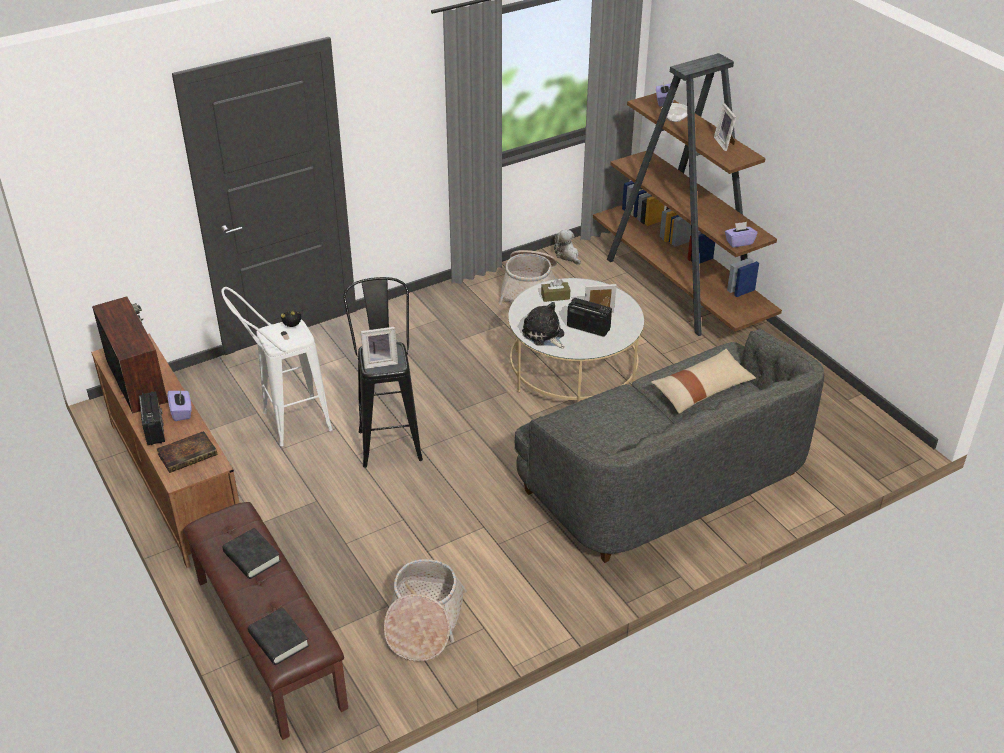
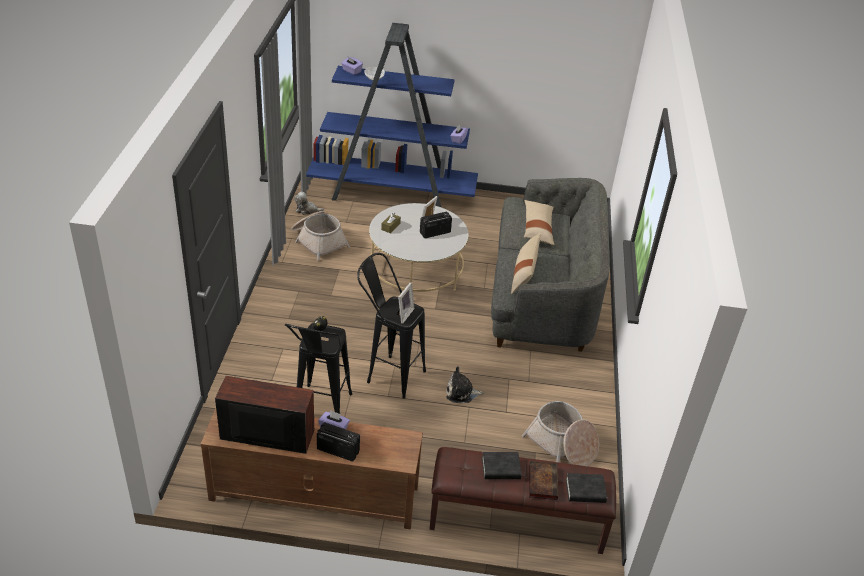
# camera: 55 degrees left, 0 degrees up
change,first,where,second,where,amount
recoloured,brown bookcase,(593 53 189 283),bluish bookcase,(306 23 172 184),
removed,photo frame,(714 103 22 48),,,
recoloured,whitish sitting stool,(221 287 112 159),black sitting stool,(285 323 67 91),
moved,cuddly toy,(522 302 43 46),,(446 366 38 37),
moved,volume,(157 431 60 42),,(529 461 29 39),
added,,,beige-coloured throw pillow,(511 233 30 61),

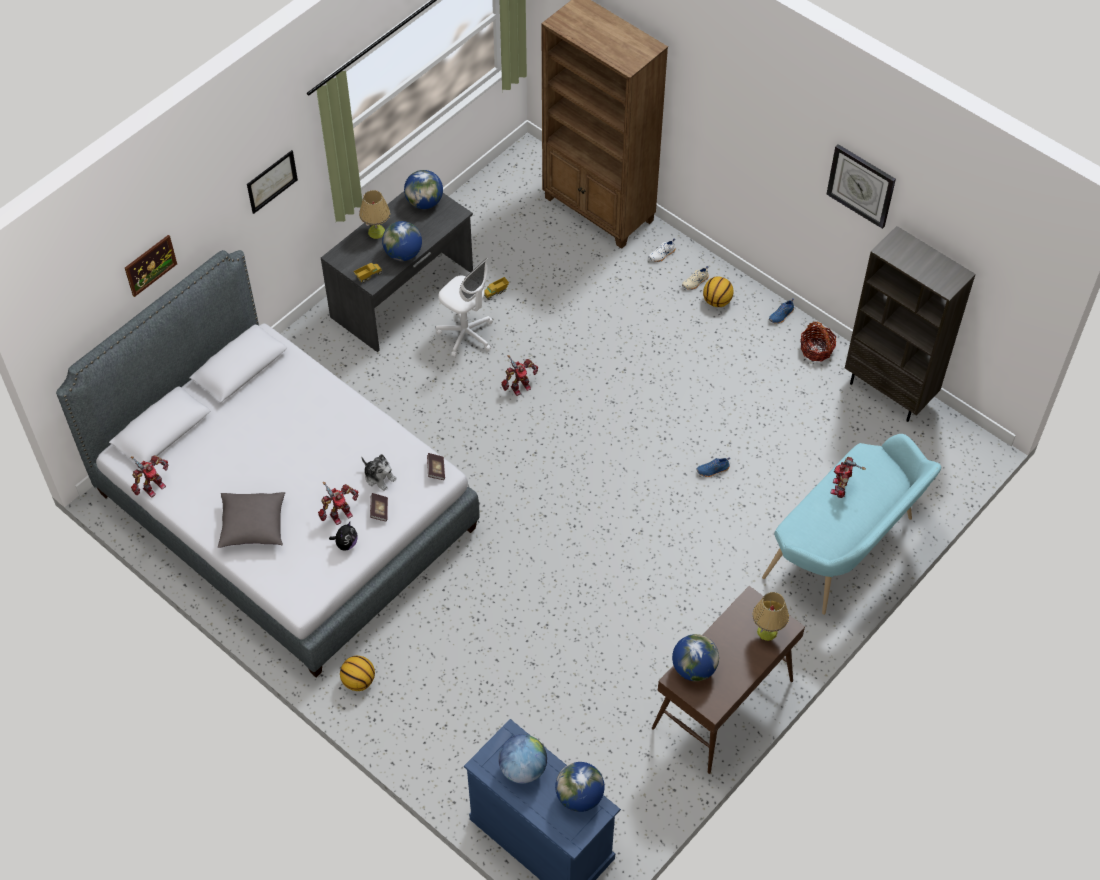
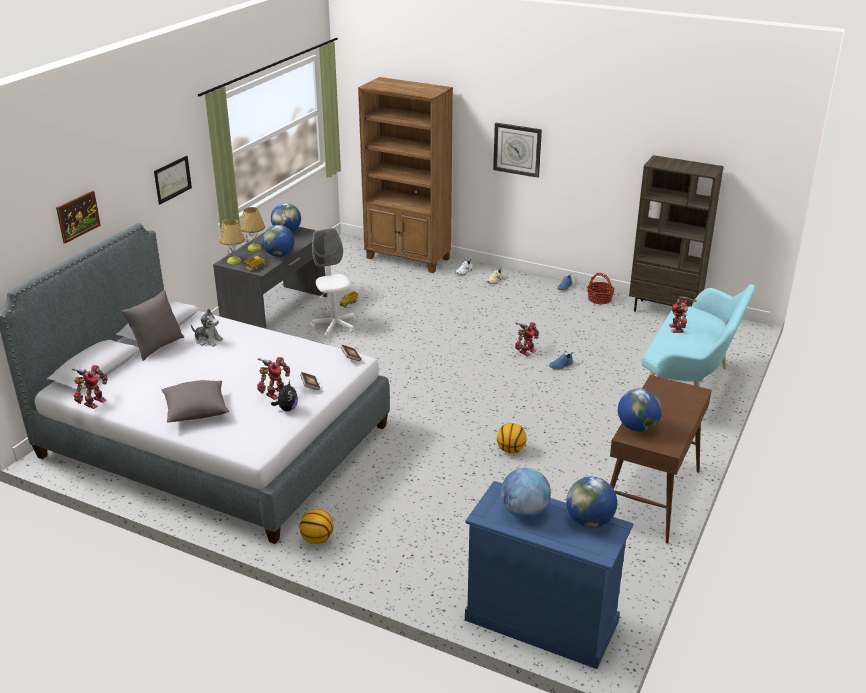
# camera: 15 degrees left, 25 degrees down
change,first,where,second,where,amount
moved,clock on the wall,(826 144 70 85),,(493 123 49 55),
turned,whitish office chair,(436 258 57 99),,(310 228 46 110),135 degrees counterclockwise
moved,ball for basketball,(703 276 31 31),,(497 423 30 30),
moved,robot figure,(501 355 37 41),,(515 322 24 34),
moved,cuddly toy,(362 454 35 37),,(191 309 32 38),
moved,tabletop lamp,(753 592 36 49),,(219 219 26 45),
added,,,greyish throw pillow,(121 290 63 71),

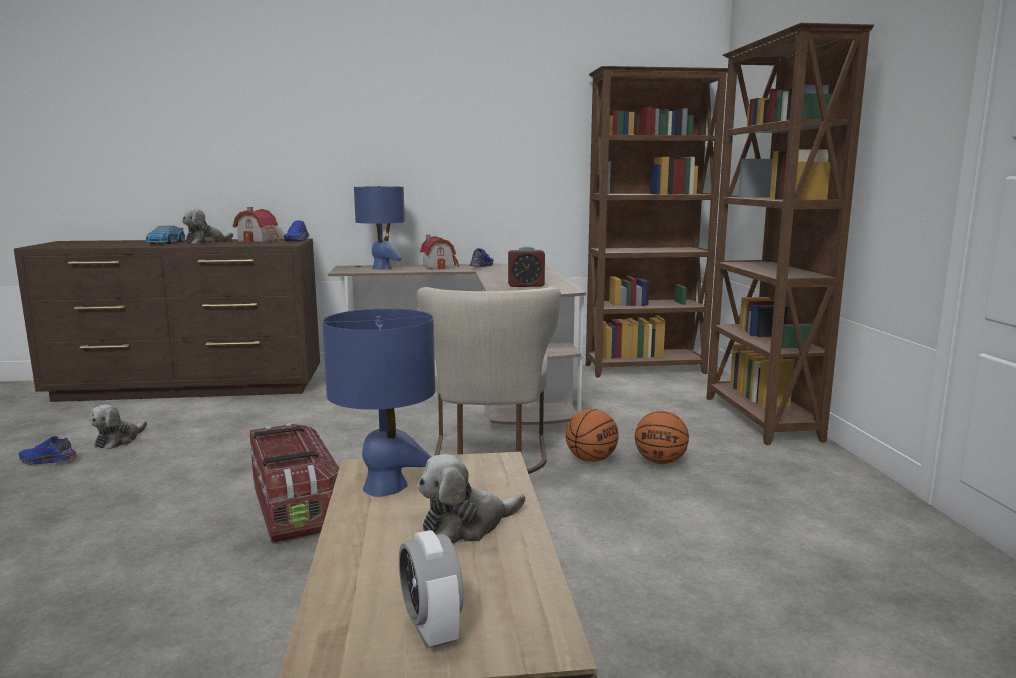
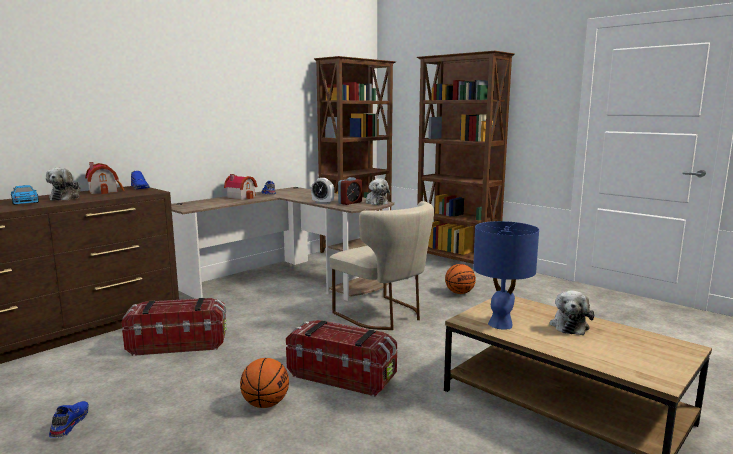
# camera: 40 degrees left, 0 degrees up
change,first,where,second,where,amount
removed,bluish tabletop lamp,(354 186 51 83),,,
moved,cuddly toy,(90 404 57 45),,(366 178 24 27),
moved,ball for basketball,(566 409 53 53),,(240 358 49 50),
turned,bluish item of footwear,(19 436 58 29),,(49 401 40 37),120 degrees clockwise
moved,bedside clock,(399 530 65 119),,(311 178 23 26),
added,,,storage container,(121 298 106 58),

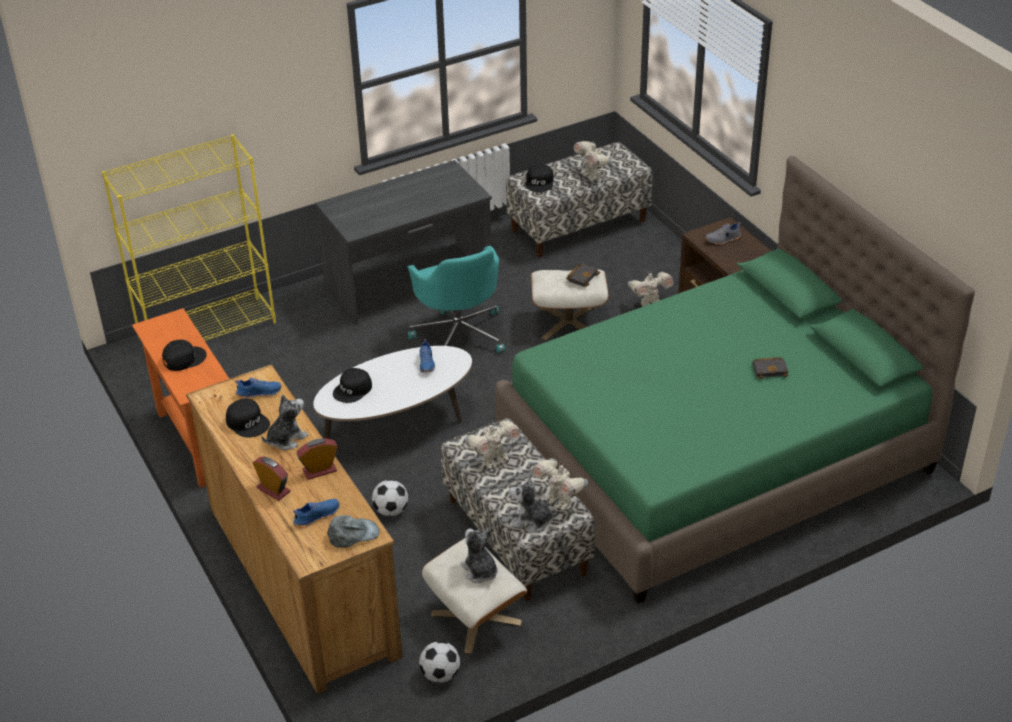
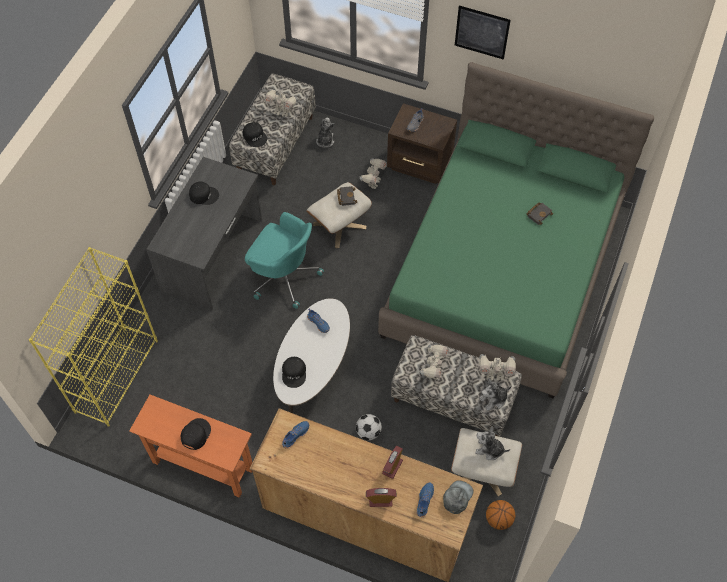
# camera: 40 degrees left, 20 degrees up
change,first,where,second,where,amount
moved,cuddly toy,(262 395 46 55),,(316 118 18 30),
moved,black cap,(226 399 44 38),,(189 182 30 23),
replaced,football ball,(419 641 41 42),ball for basketball,(486 500 29 30),
added,,,wall art,(455 6 56 54),

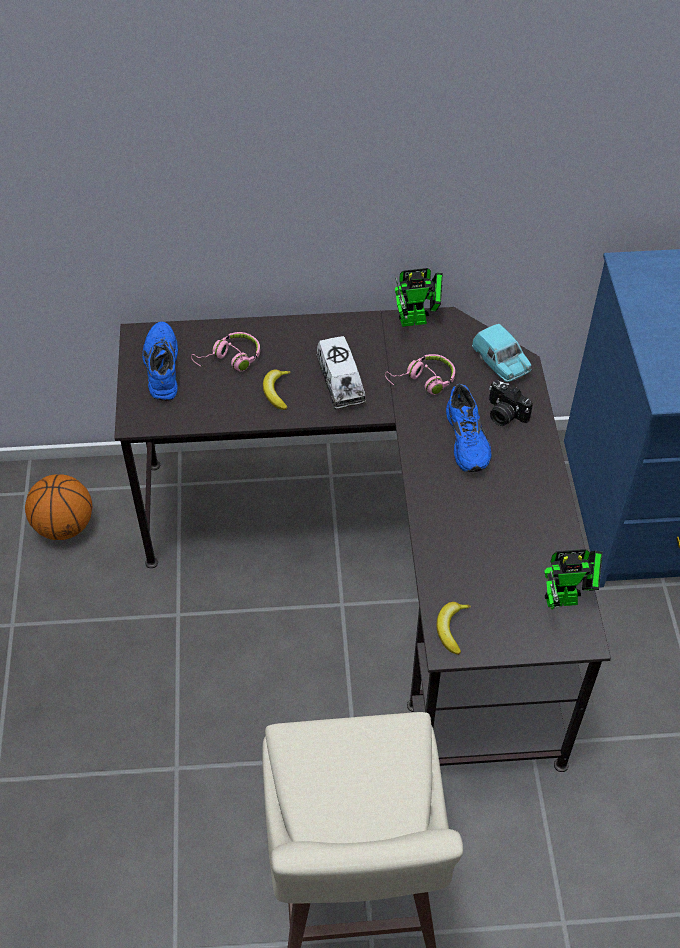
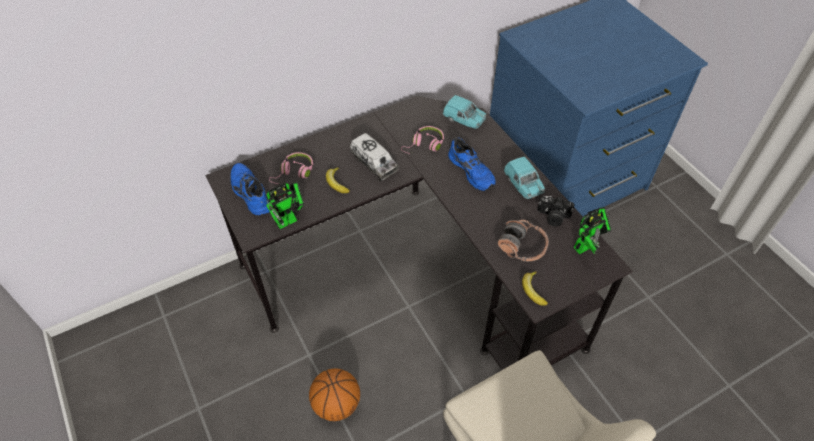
# camera: 25 degrees left, 0 degrees up
change,first,where,second,where,amount
moved,robot figure,(395 268 48 59),,(266 182 38 47),
moved,still camera,(489 380 44 46),,(537 196 38 30),
moved,ball for basketball,(25 474 67 66),,(309 368 51 53),
added,,,turquoise-coloured model car,(504 157 41 42),
added,,,headset,(497 220 52 41),

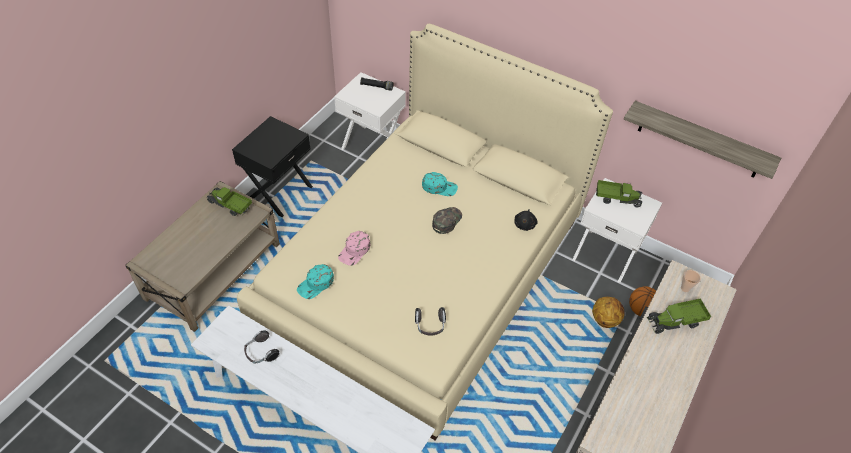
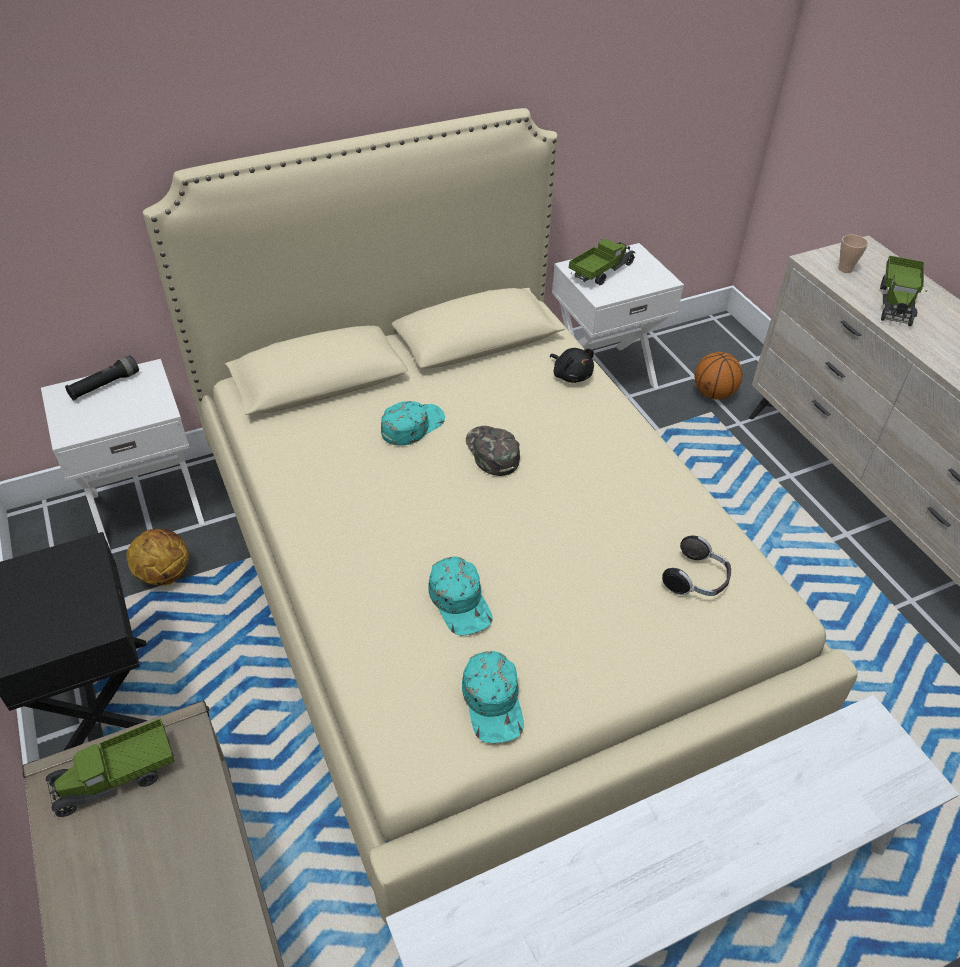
# camera: 55 degrees left, 5 degrees down
change,first,where,second,where,amount
removed,shelf,(624 101 157 78),,,
recoloured,pinkish cap,(338 231 32 35),turquoise-coloured cap,(428 556 65 80),
moved,ball for basketball,(592 297 33 31),,(126 529 63 57),
removed,headset,(244 330 35 33),,,

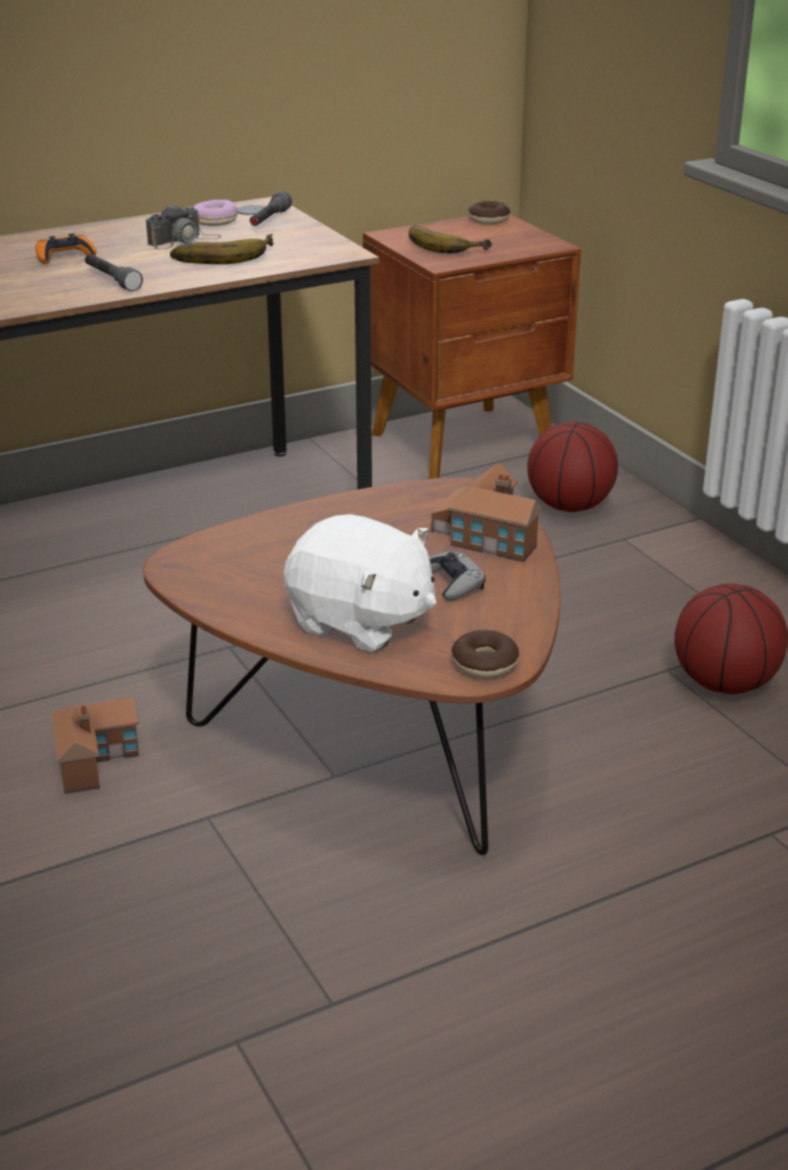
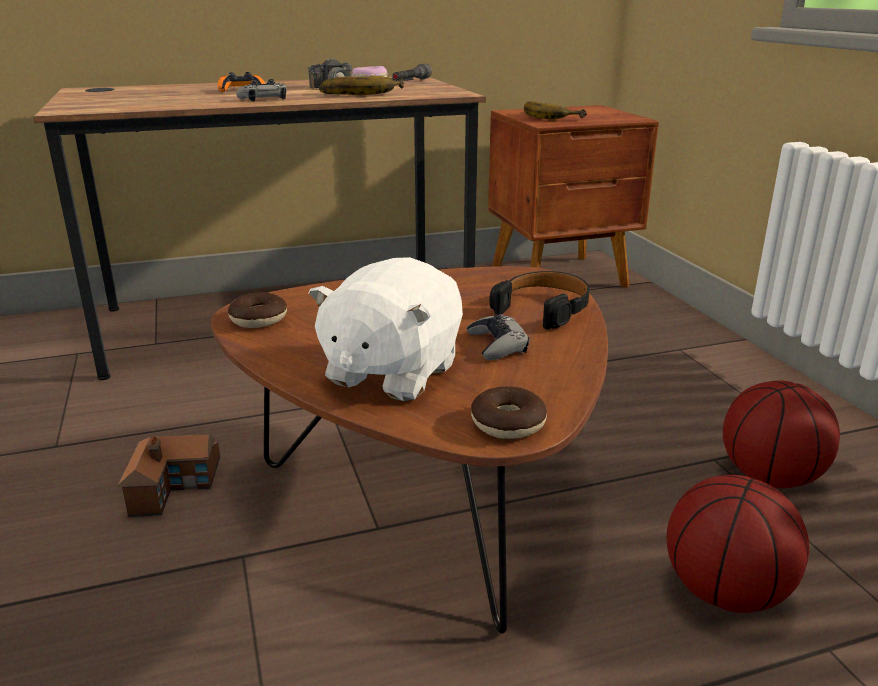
# camera: 10 degrees right, 5 degrees down
change,first,where,second,where,amount
moved,doughnut,(468 201 42 24),,(228 292 59 36),
replaced,greyish hand torch,(85 254 58 37),greyish gamepad,(236 79 51 23),
moved,ball for basketball,(527 421 91 91),,(667 475 142 138),
replaced,toy house,(431 462 111 100),black headset,(489 271 100 58),
turned,whitish cuddly toy,(284 514 152 138),,(309 257 154 144),75 degrees clockwise

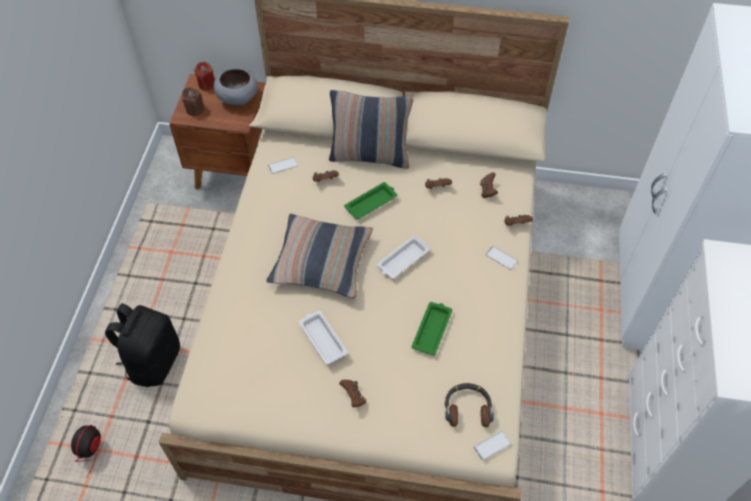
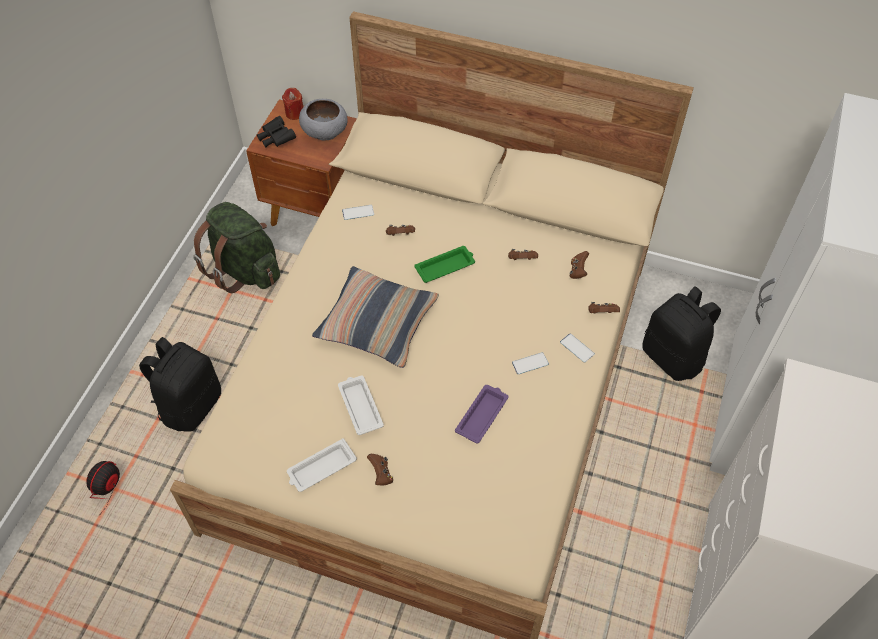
# camera: 10 degrees right, 0 degrees up
change,first,where,second,where,amount
replaced,brown wax light,(182 87 23 29),black binoculars,(257 116 39 31),
removed,throw pillow,(329 90 85 79),,,
moved,whitish carrying tray,(377 235 53 44),,(287 438 70 54),
recoloured,green-coloured carrying tray,(412 302 40 54),purple carrying tray,(455 385 53 59),
removed,headset,(445 383 49 44),,,
moved,handset,(474 431 37 29),,(512 352 37 22),
added,,,green-coloured knapsack,(193 202 87 91),
added,,,black knapsack,(642 287 79 94),

